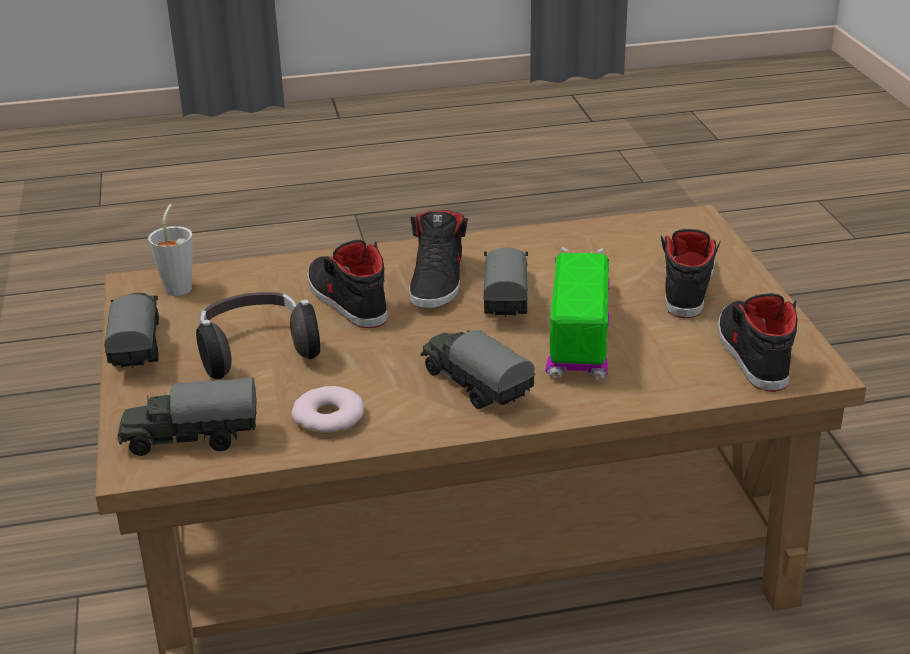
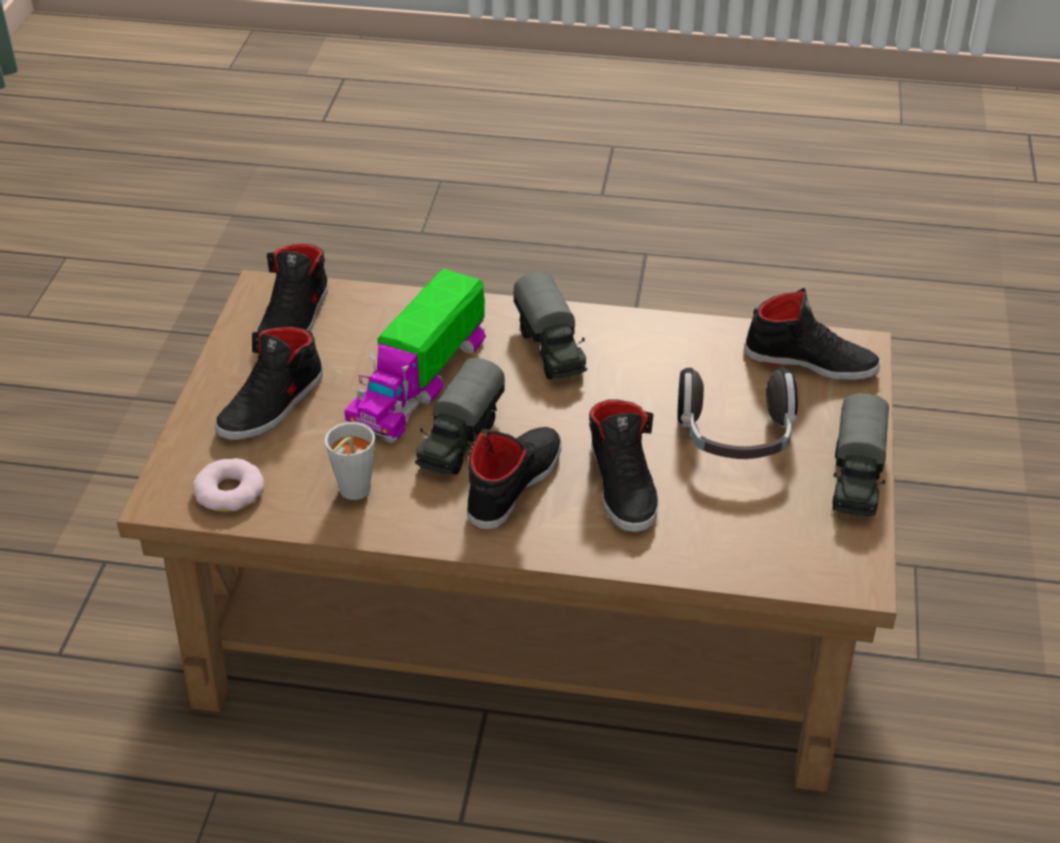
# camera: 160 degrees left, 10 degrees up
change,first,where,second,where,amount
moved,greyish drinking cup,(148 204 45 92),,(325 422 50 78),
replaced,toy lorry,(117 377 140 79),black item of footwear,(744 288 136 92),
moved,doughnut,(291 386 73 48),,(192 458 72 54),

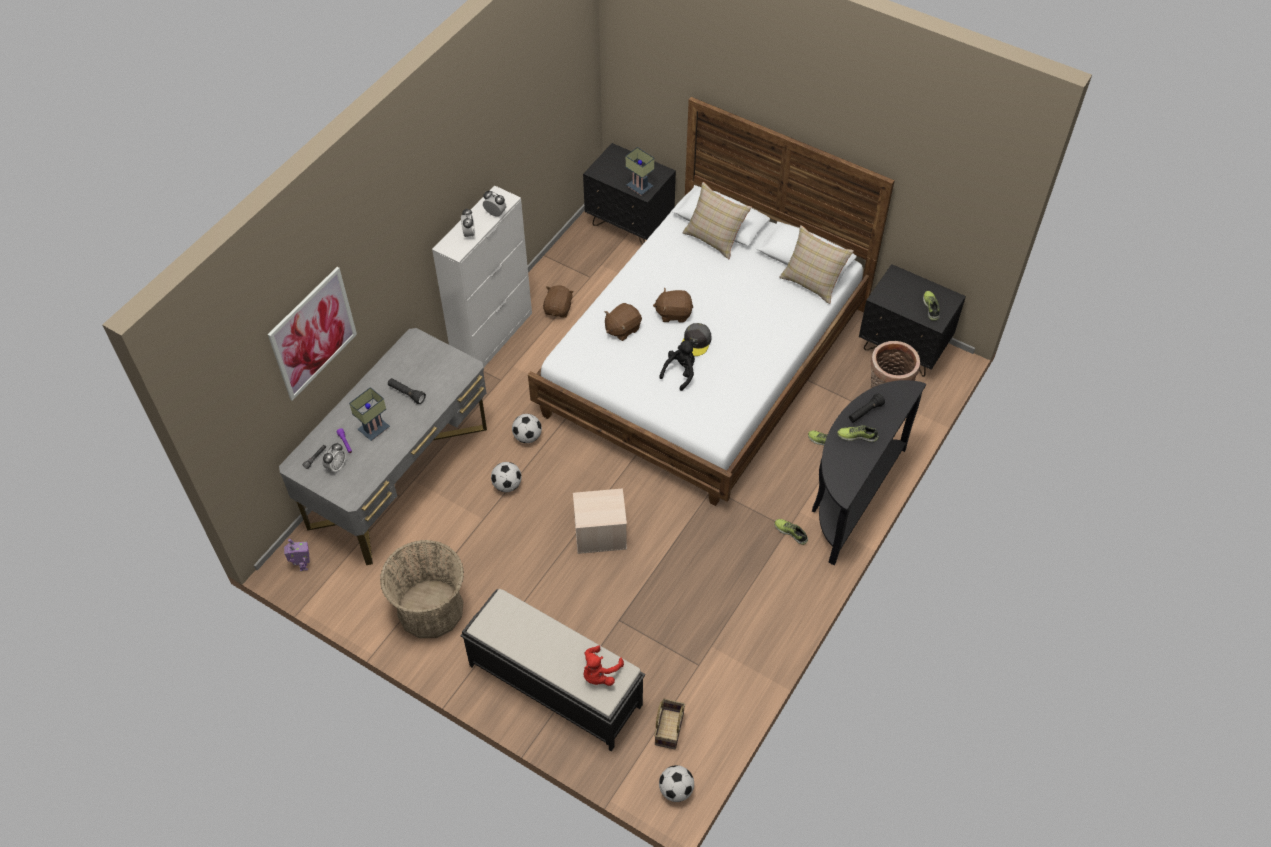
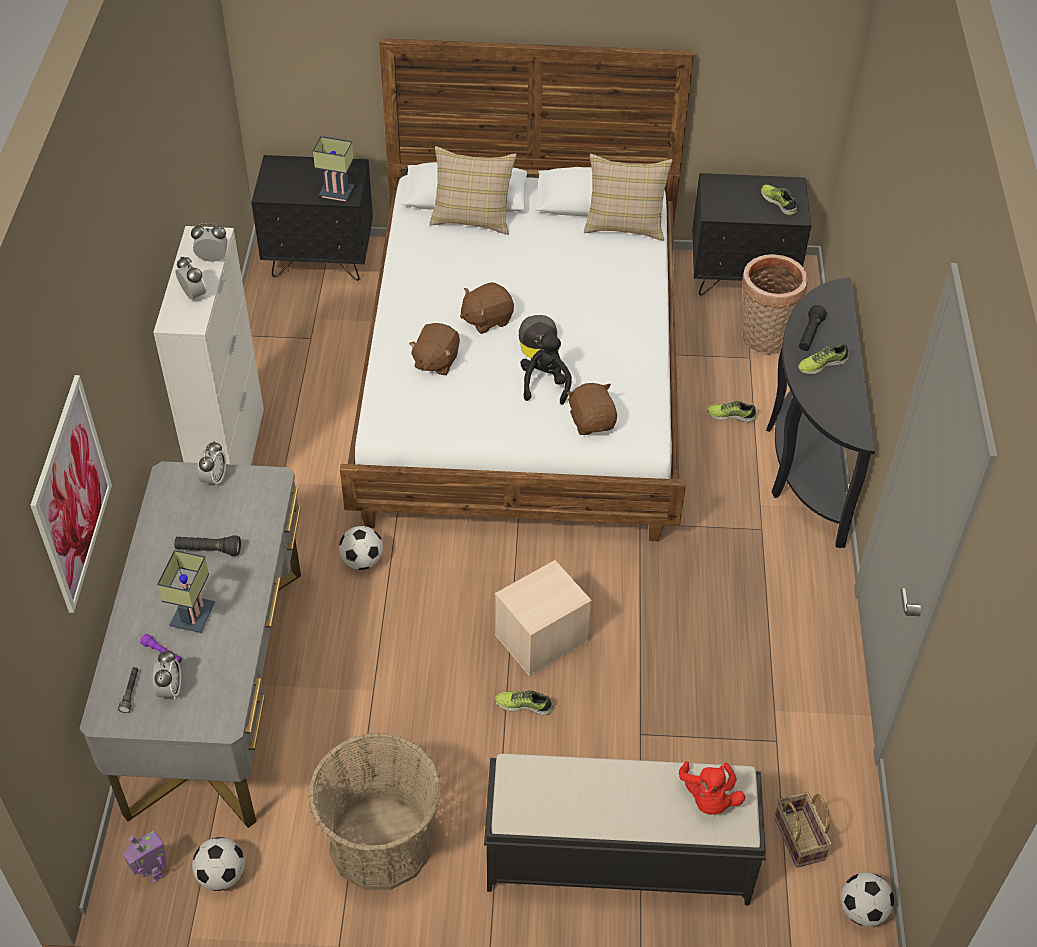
# camera: 30 degrees left, 5 degrees down
change,first,where,second,where,amount
moved,brown cuddly toy,(543 285 31 33),,(566 383 51 52),
moved,football ball,(491 462 31 30),,(192 837 53 54),
moved,item of footwear,(774 519 34 26),,(495 690 58 25),
added,,,bedside clock,(197 441 29 47),

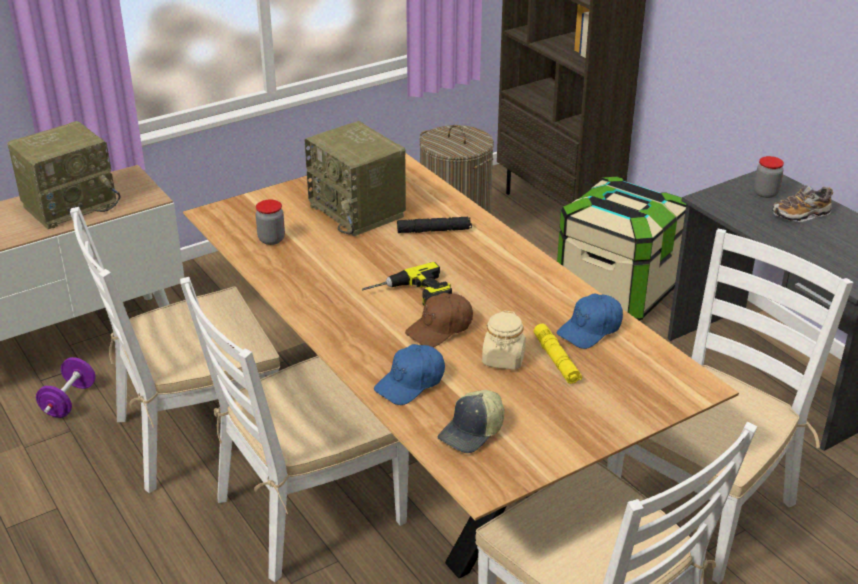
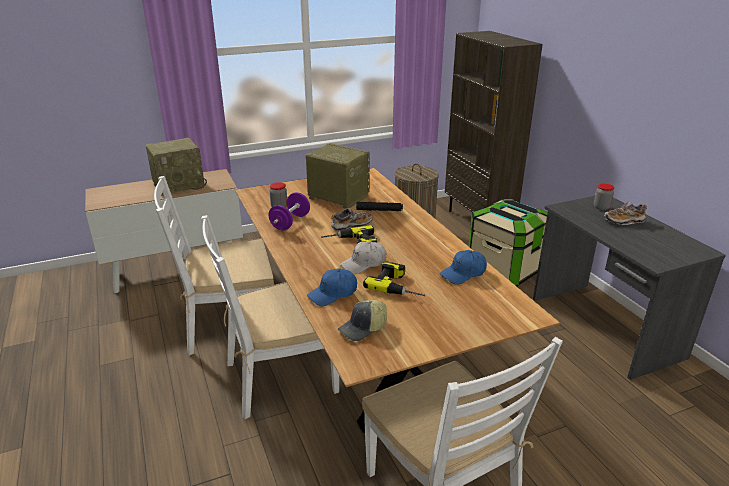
# camera: 10 degrees right, 5 degrees down
change,first,where,second,where,amount
turned,radio receiver,(305 121 101 115),,(306 143 64 66),150 degrees clockwise
removed,whitish plain chair,(607 229 246 355),,,
recoloured,brown cap,(405 293 68 54),whitish cap,(340 241 46 33),
replaced,beige-coloured storage jar,(482 311 44 59),electric drill,(363 261 62 35),
removed,yellowish hand torch,(533 324 49 60),,,
moved,purple free weight,(36 357 60 61),,(269 192 41 39),
added,,,item of footwear,(331 208 42 23),

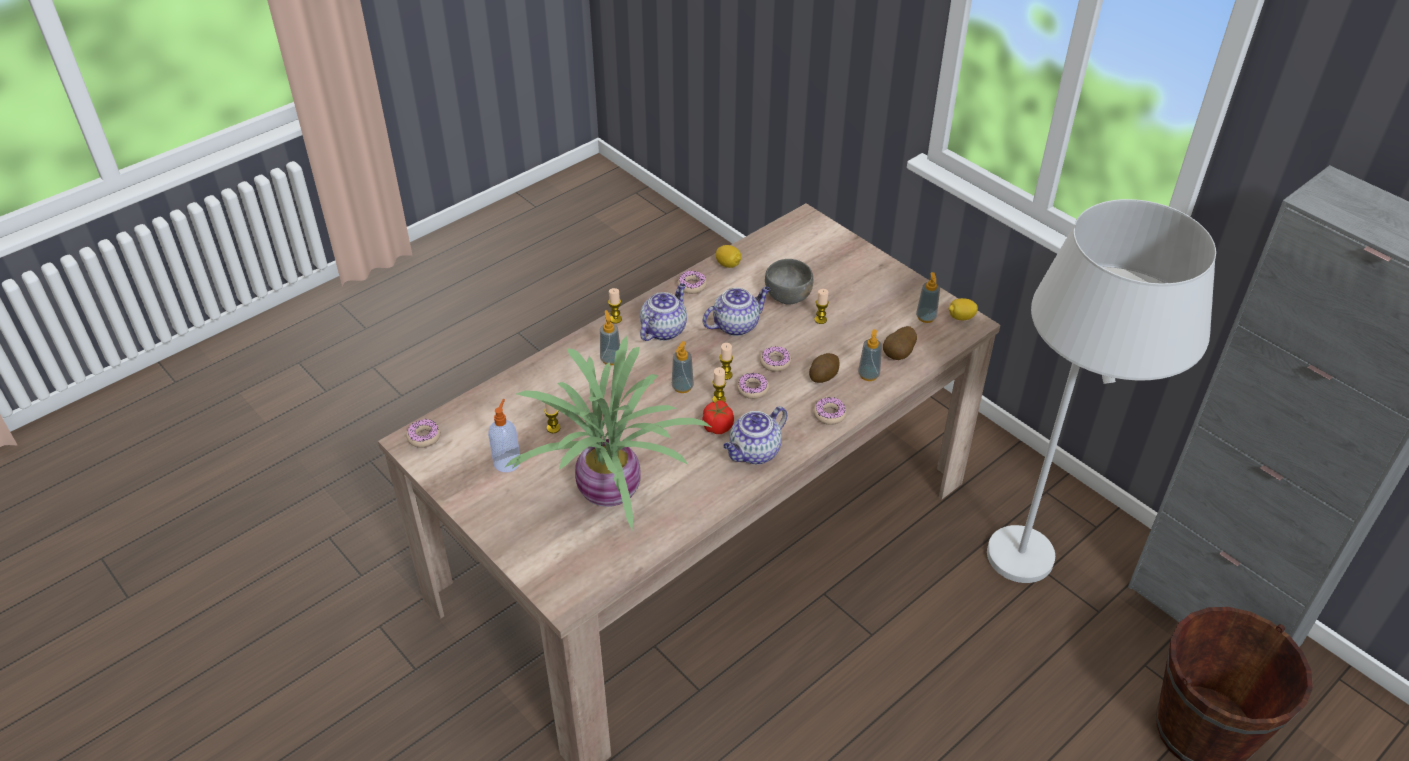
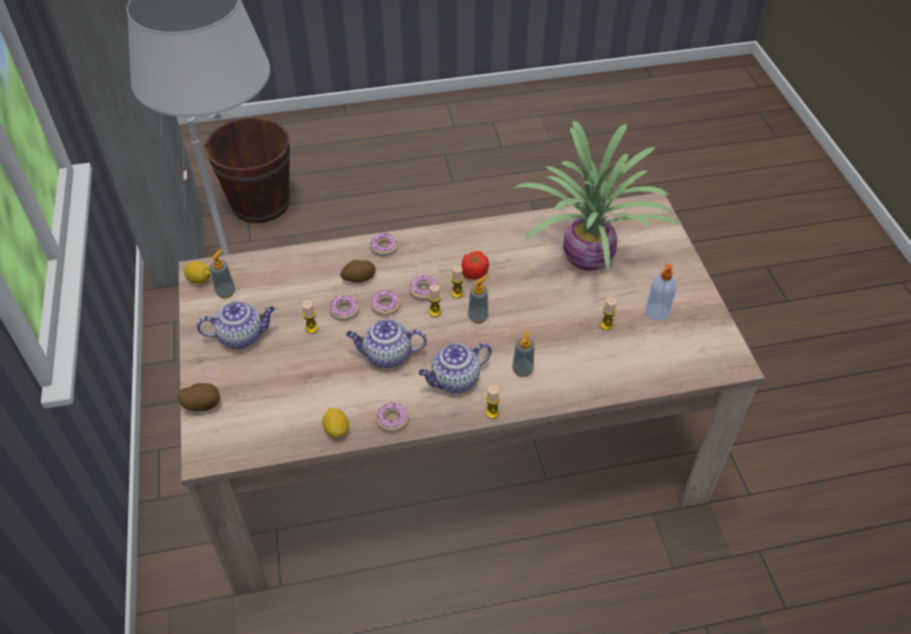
# camera: 150 degrees left, 5 degrees up
change,first,where,second,where,amount
removed,greyish deep dish,(765 259 49 45),,,
moved,whole potato,(883 326 34 34),,(178 383 42 28),
removed,soap dispenser,(858 329 24 52),,,
moved,teapot,(723 406 64 59),,(197 301 78 48),
moved,doughnut,(406 419 35 29),,(329 295 30 26),

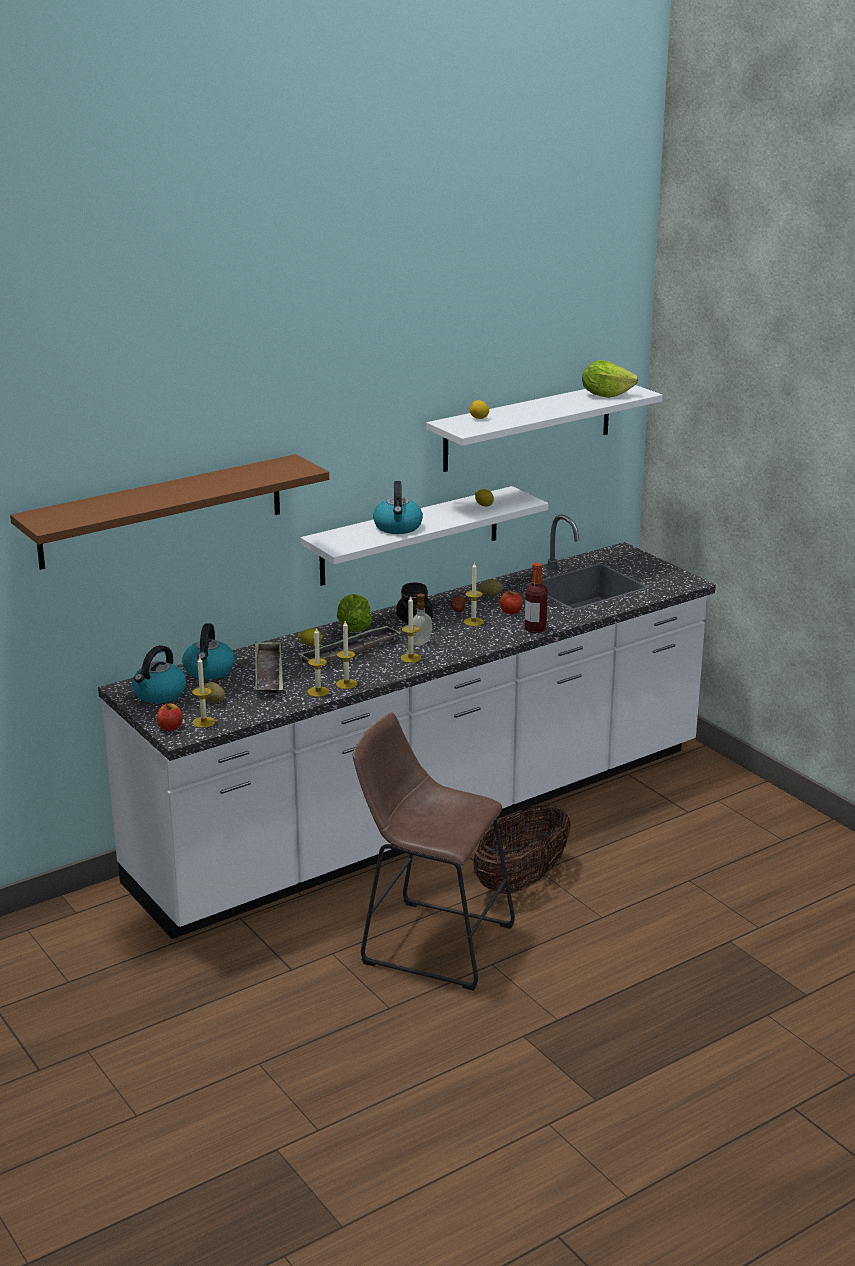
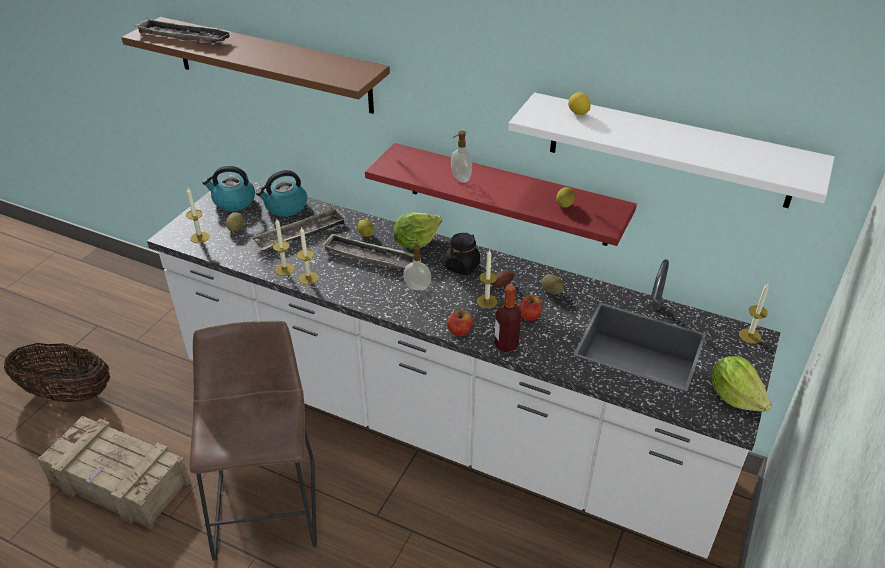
# camera: 60 degrees right, 15 degrees up
change,first,where,second,where,amount
moved,head of lettuce,(582 360 56 38),,(711 356 61 56),
replaced,tea kettle,(373 481 50 53),soap dispenser,(451 130 21 53),
recoloured,whitish shelf,(300 486 248 100),red-coloured shelf,(365 143 272 103),
moved,wax light,(401 596 20 67),,(739 283 30 61),
moved,apple,(157 703 25 28),,(447 310 26 26),
moved,household basket,(473 804 98 90),,(4 343 106 59),
added,,,carrying tray,(134 19 97 24),
added,,,crate,(37 416 154 113),

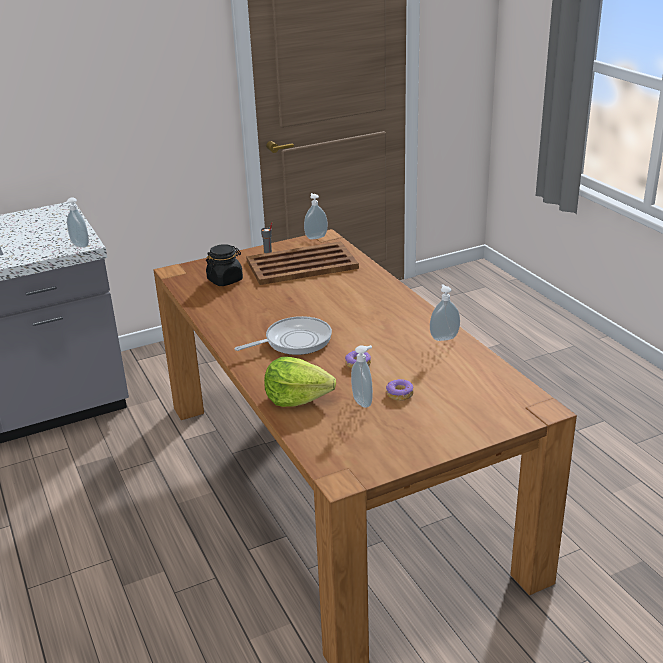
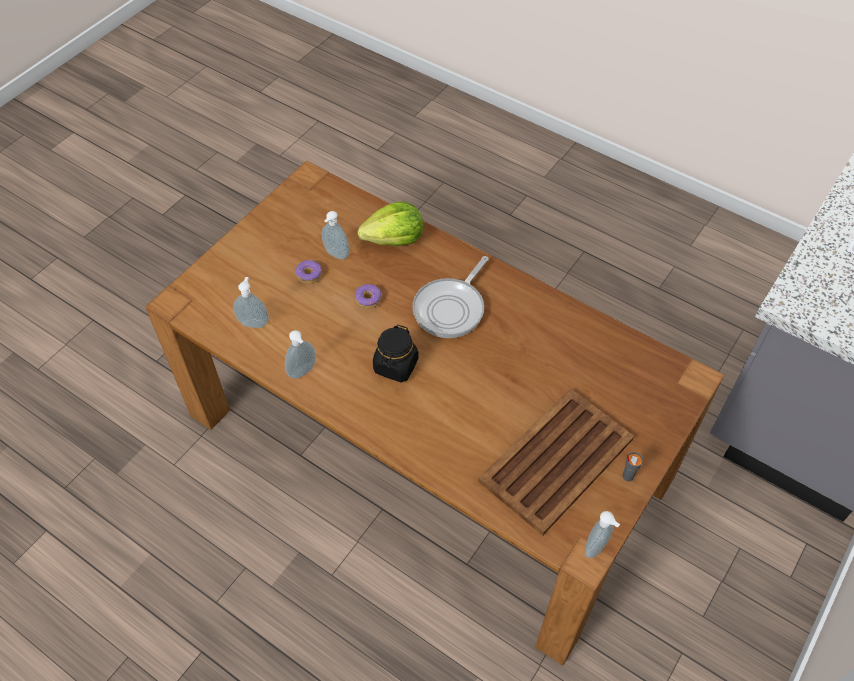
# camera: 150 degrees right, 25 degrees up
change,first,where,second,where,amount
moved,soap dispenser,(64 197 25 51),,(233 277 36 51),
moved,black storage jar,(206 244 37 42),,(373 325 46 57),

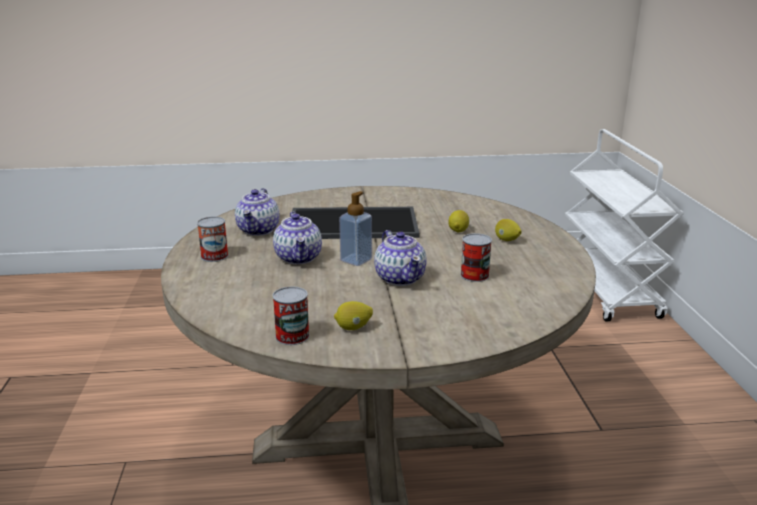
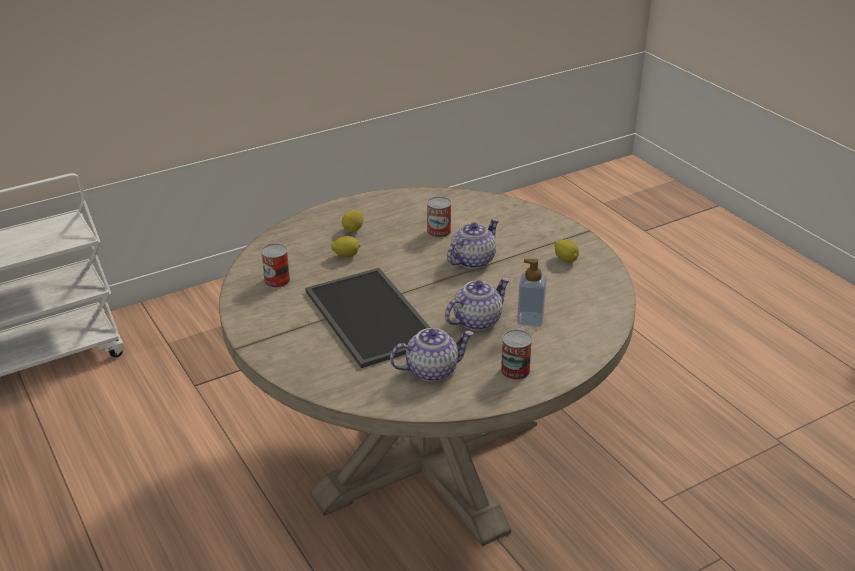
# camera: 115 degrees left, 10 degrees up
change,first,where,second,where,amount
moved,soap dispenser,(339 191 33 75),,(517 259 30 68),
moved,can,(273 286 37 59),,(261 243 29 45),

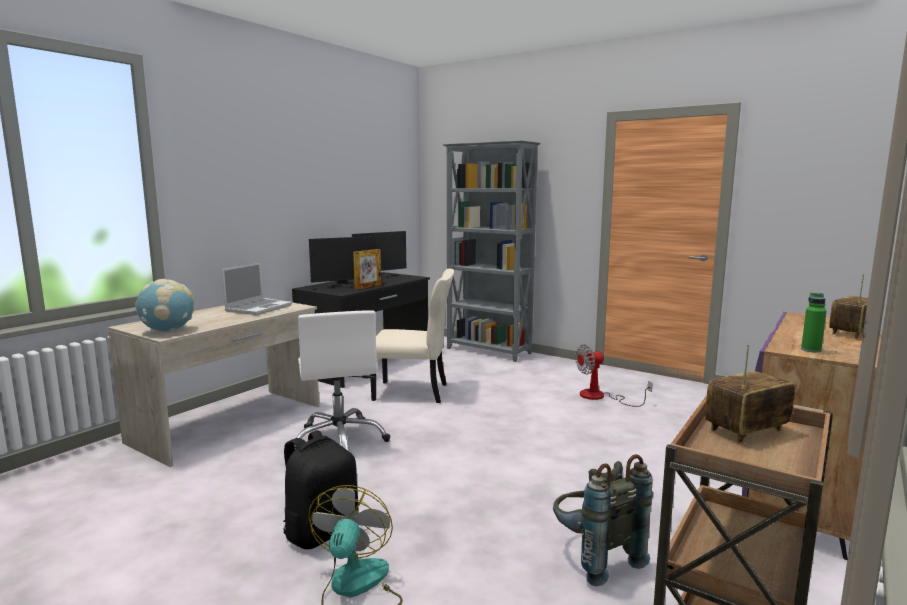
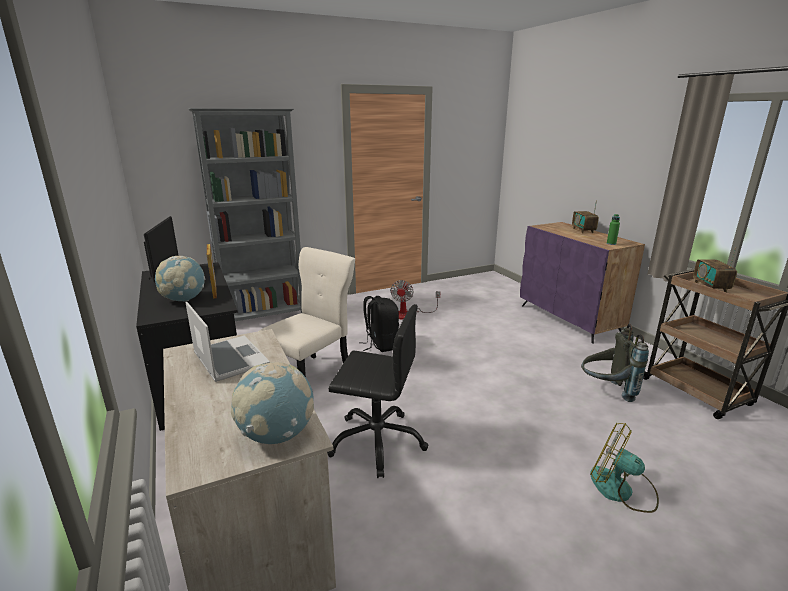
# camera: 60 degrees left, 10 degrees up
change,first,where,second,where,amount
replaced,monitor,(309 236 67 52),globe,(155 256 50 46),
recoloured,whitish office chair,(294 310 97 141),black office chair,(327 304 101 174),
moved,black knapsack,(283 430 75 119),,(359 296 40 56),

